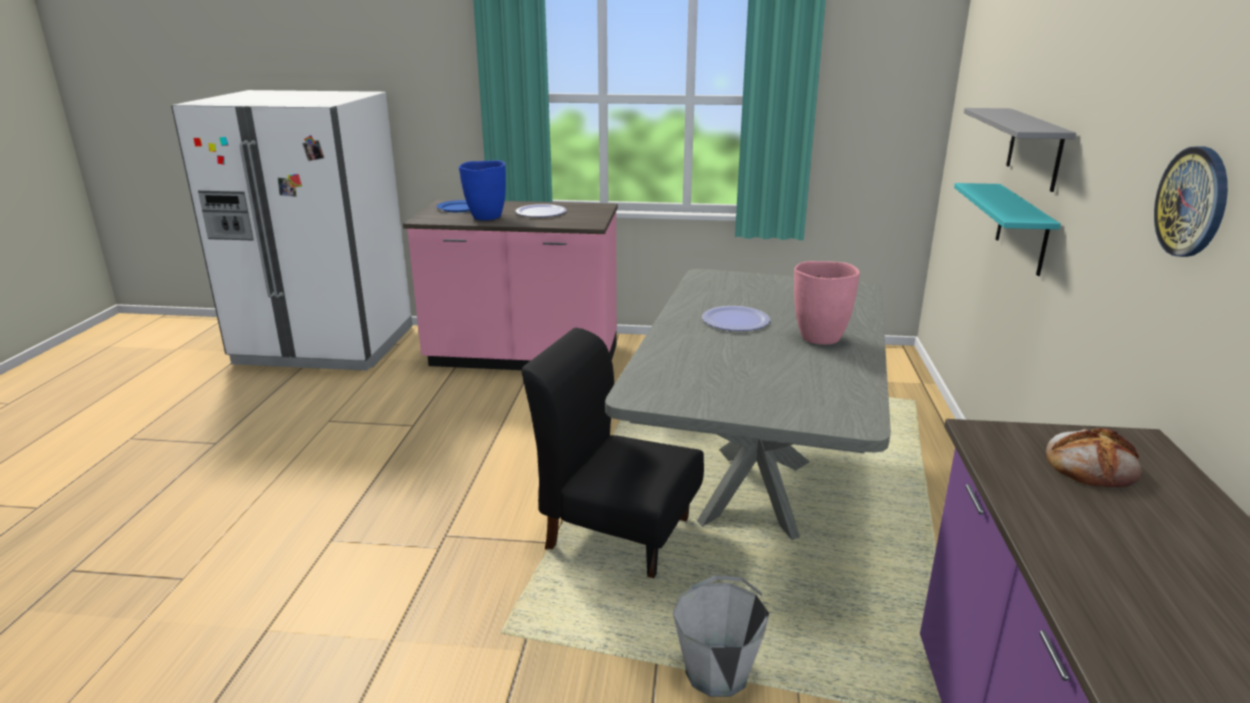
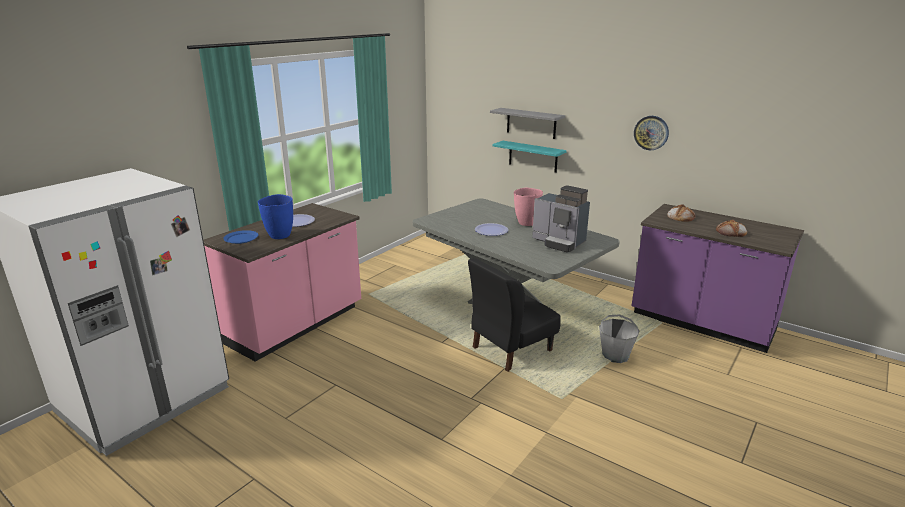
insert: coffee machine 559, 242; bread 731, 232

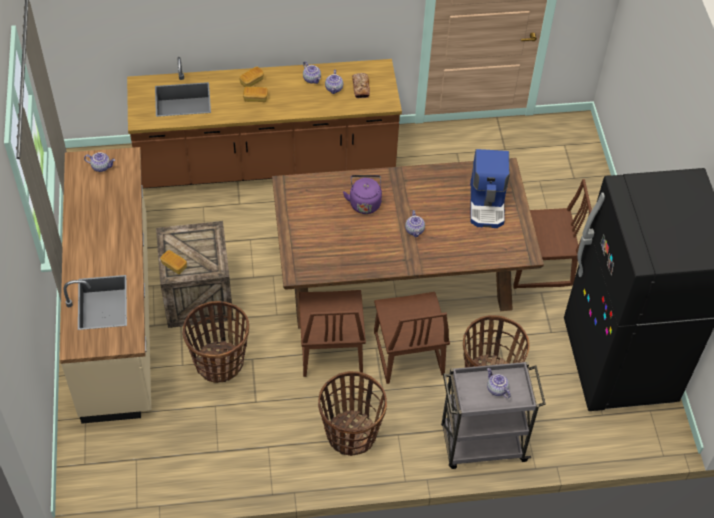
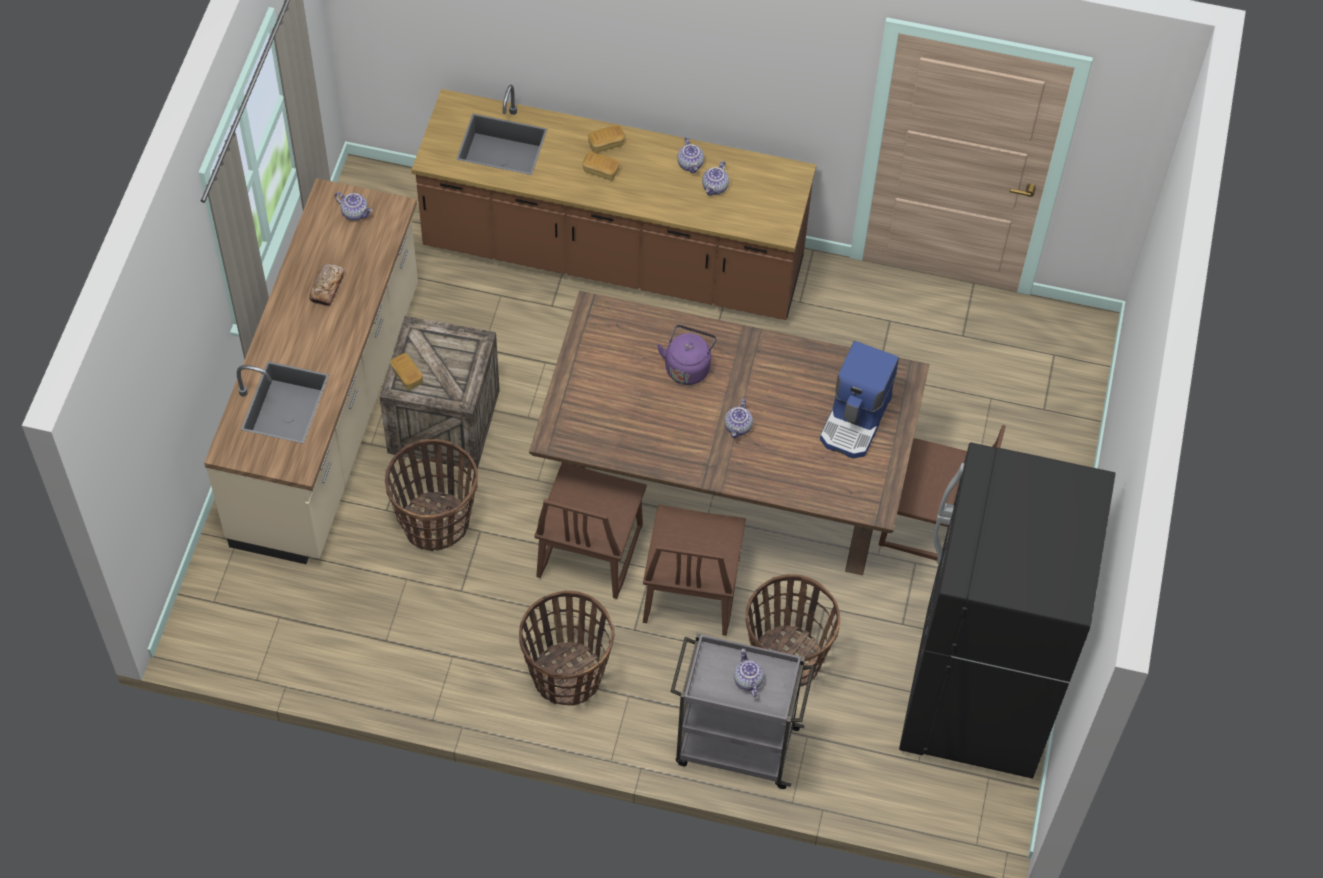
move: bread 360, 88 to 327, 287

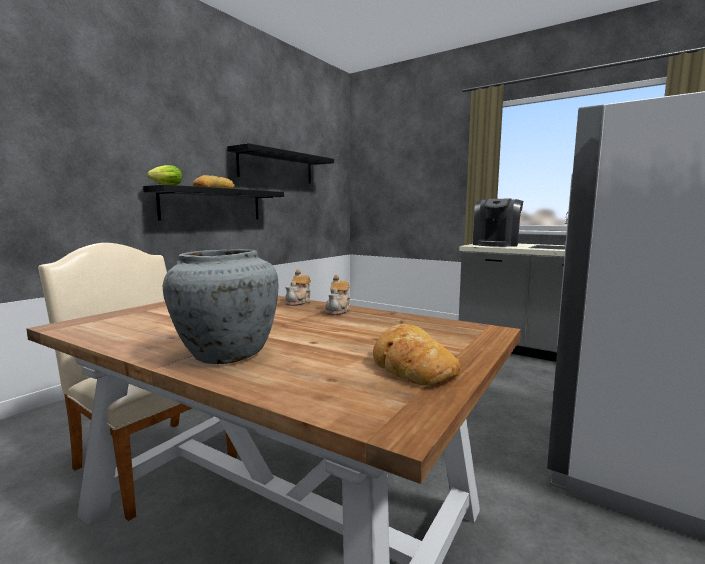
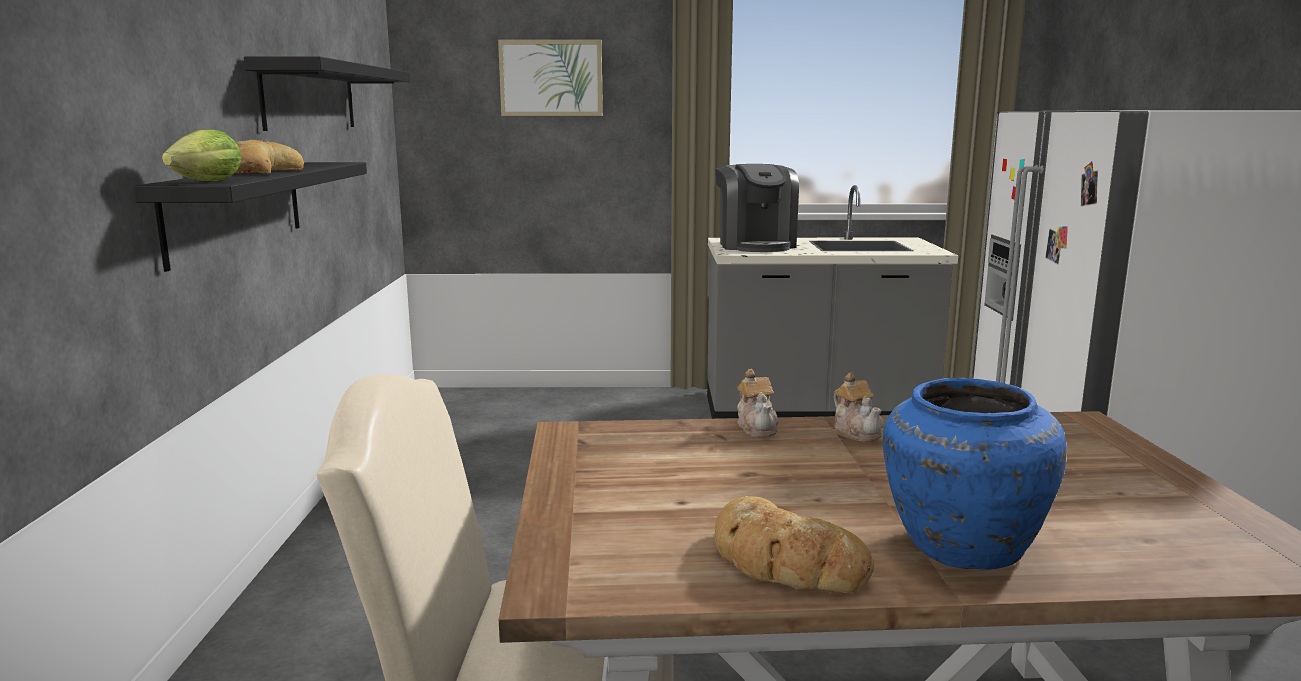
insert: picture 551, 78
move: bread 411, 364 to 784, 561
recolor: vase (grey) 226, 353 to vase (blue) 959, 547

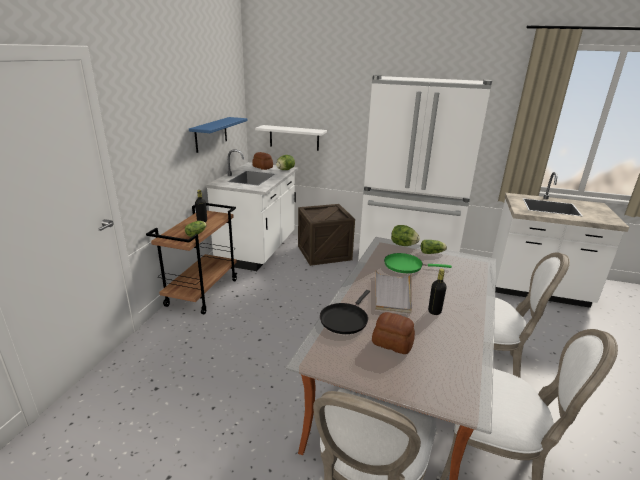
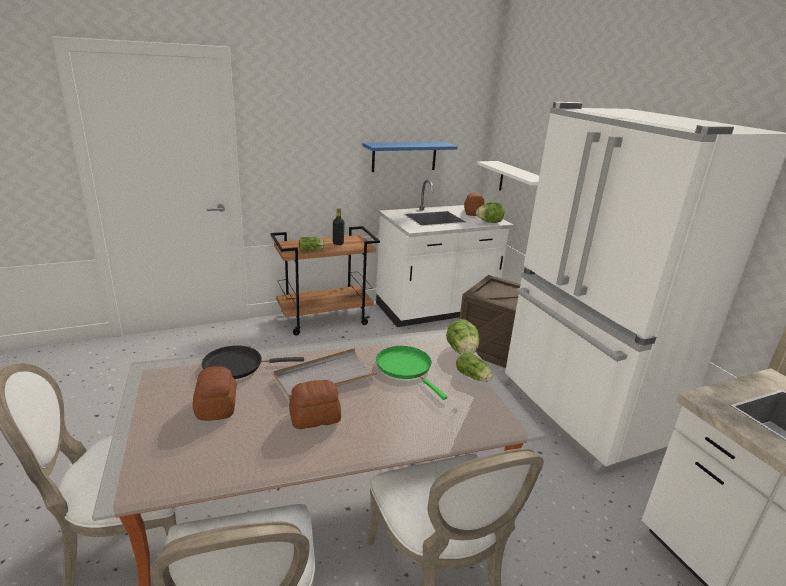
replace: bottle (black) 434, 311 to bread 314, 417

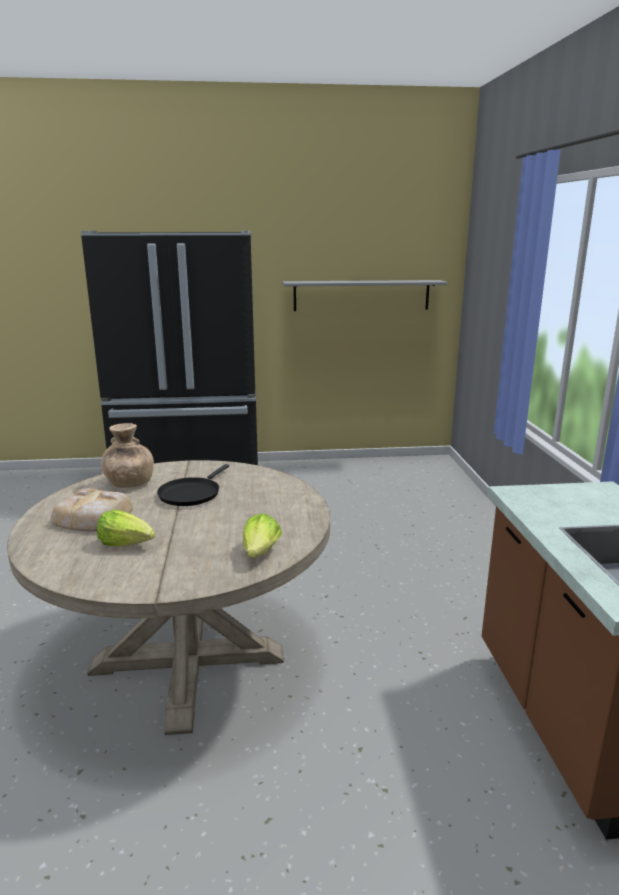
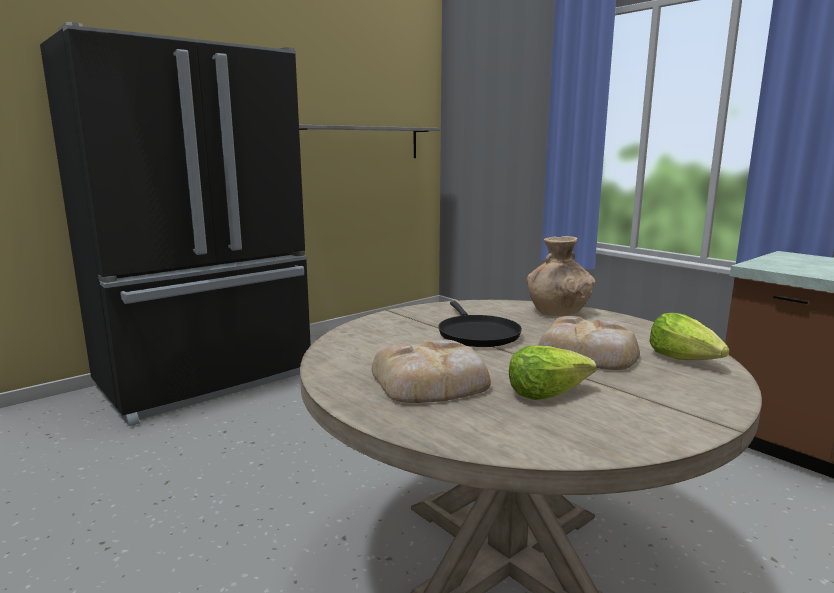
insert: bread 588, 353
move: vase (brown) 129, 483 to 557, 312

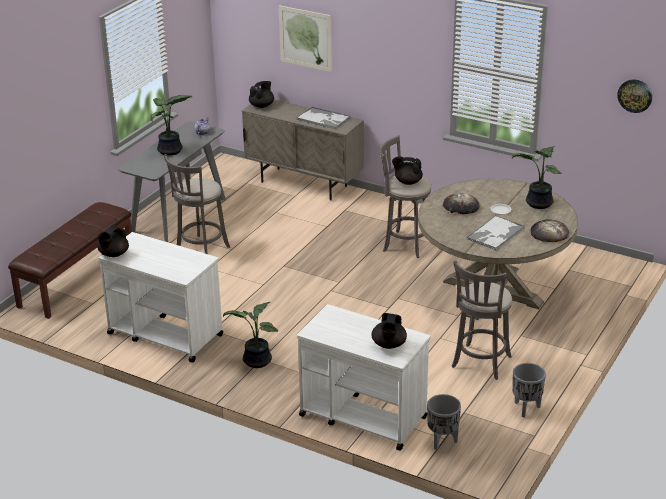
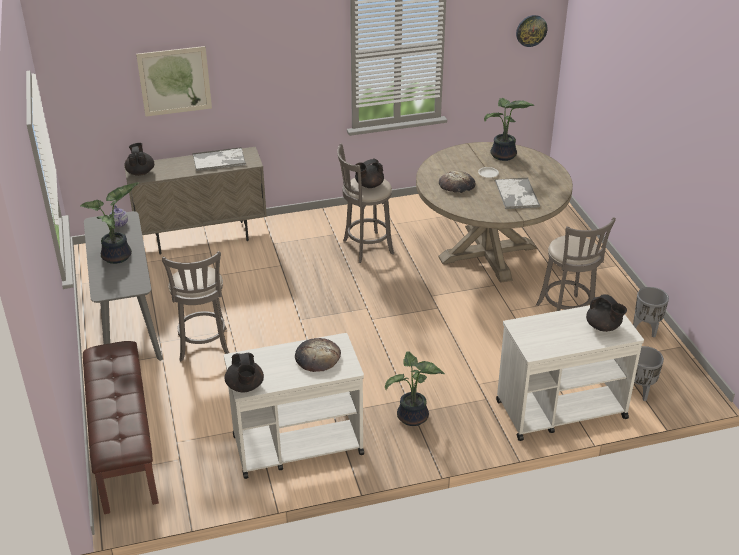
move: bread 549, 233 to 317, 357

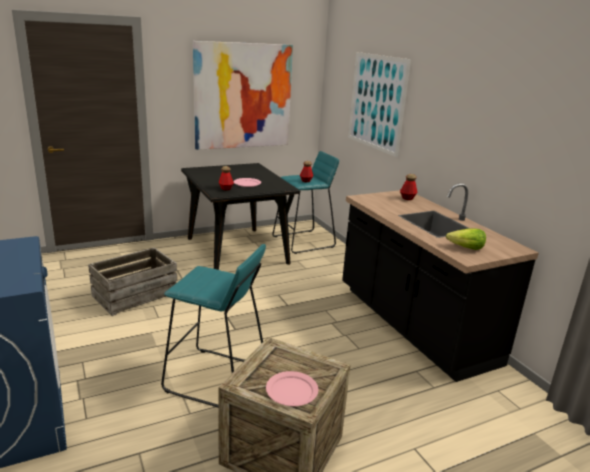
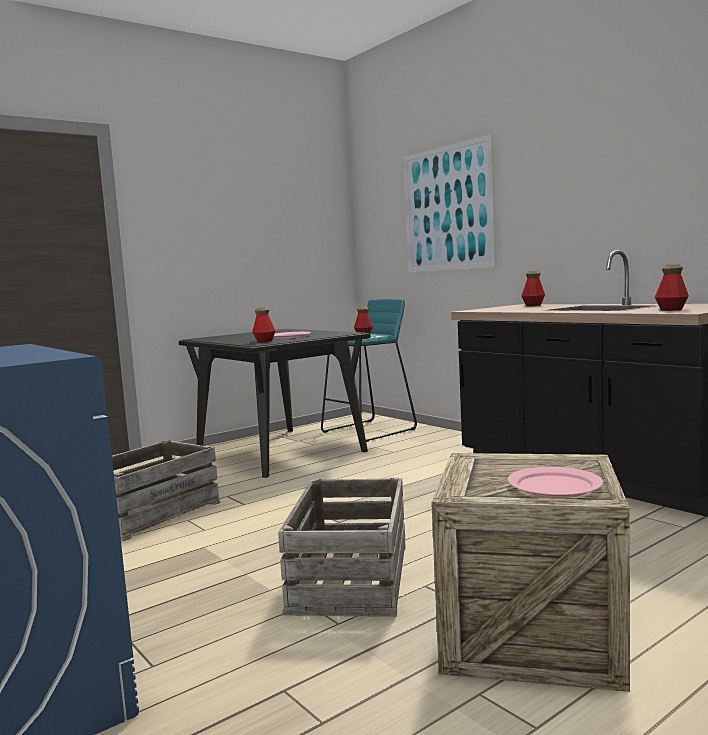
delete: picture 243, 96
replace: stool (turquoise) 216, 379 to crate 352, 577; lettuce 466, 248 to bottle 671, 309

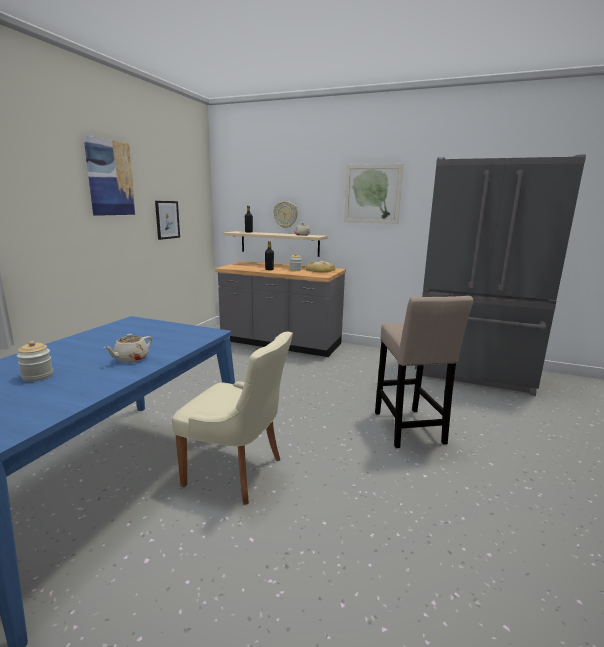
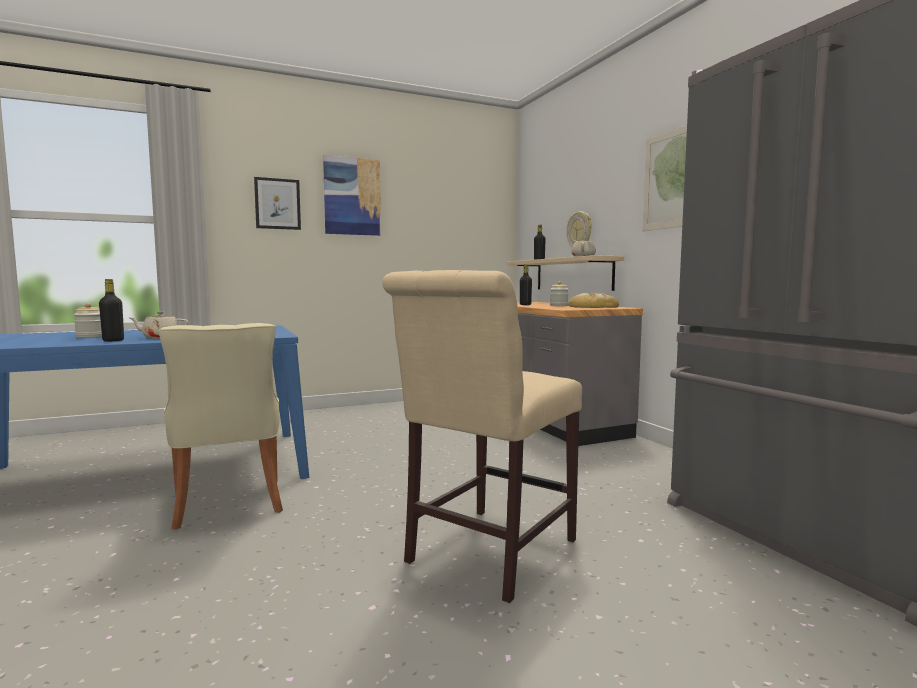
insert: bottle (black) 113, 340
move: picture 167, 219 to 277, 204
replace: stool (beige) 409, 430 to chair (beige) 485, 554

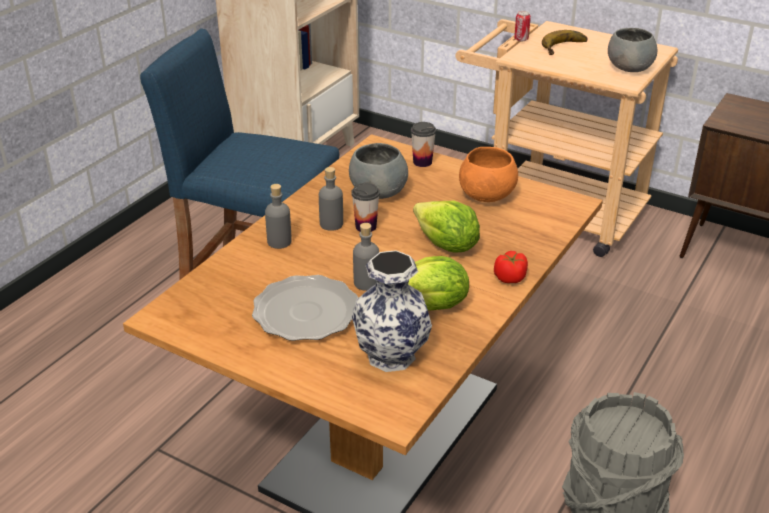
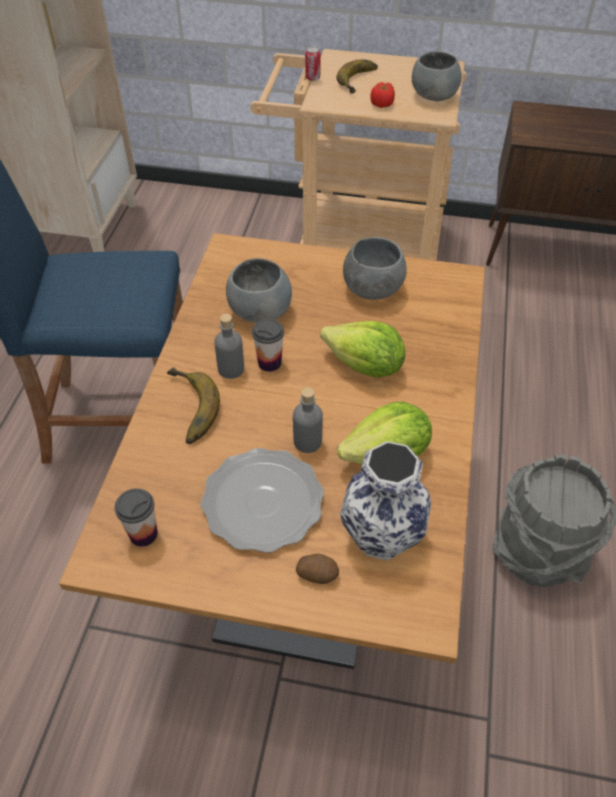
insert: potato 317, 573
move: cup 422, 162 to 143, 534; tomato 510, 278 to 382, 104
replace: bottle (grey) 279, 242 to banana 186, 409
recolor: bowl (orange) 486, 196 to bowl (grey) 372, 289

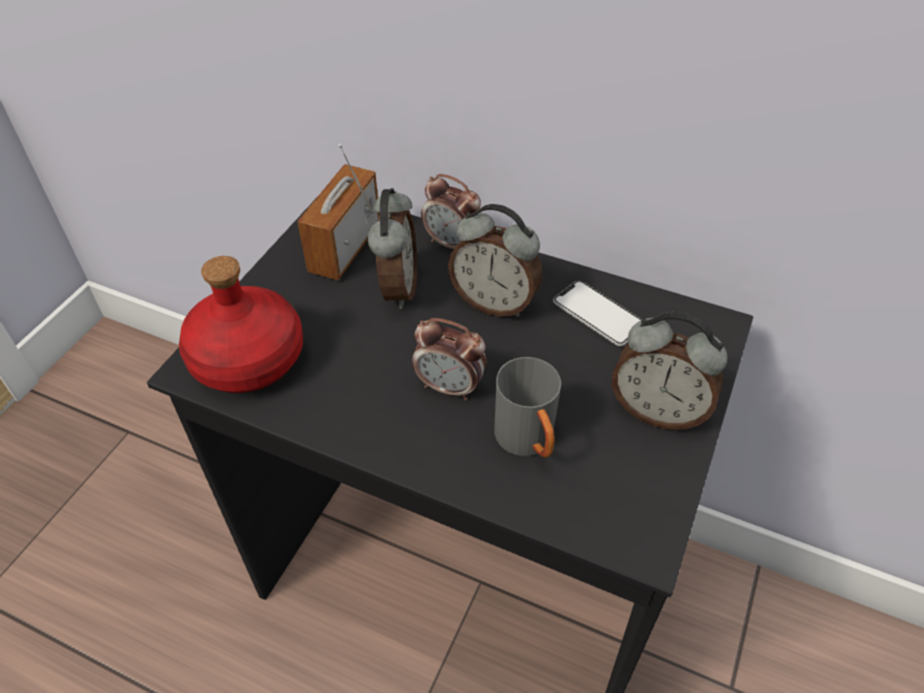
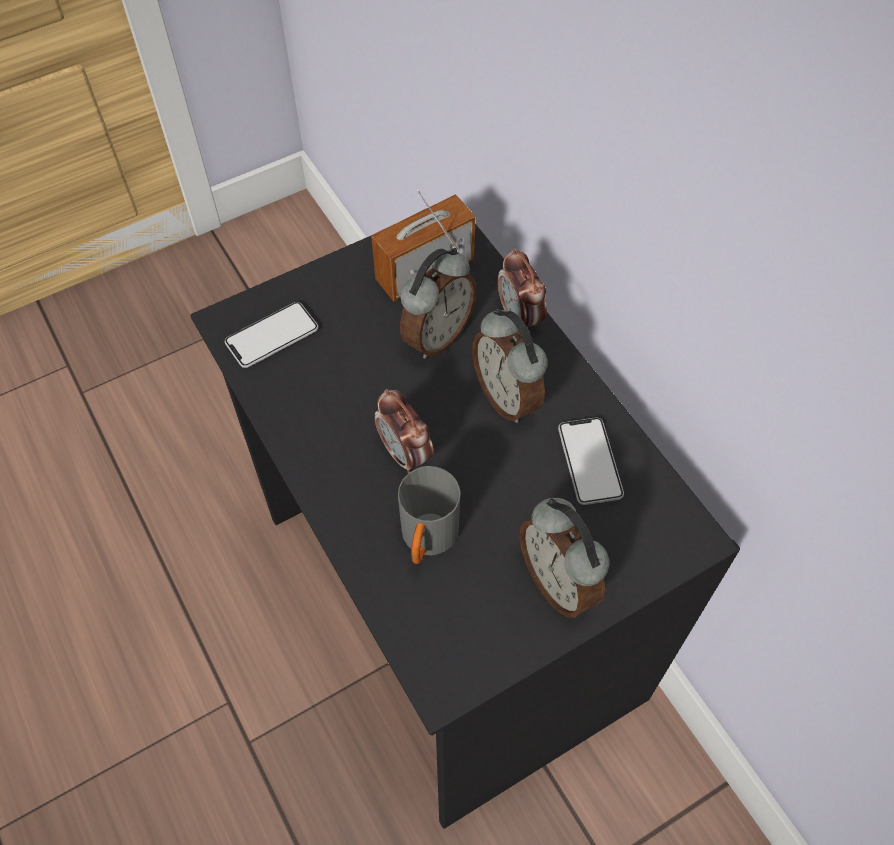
replace: bottle (red) 246, 359 to phone 272, 336

